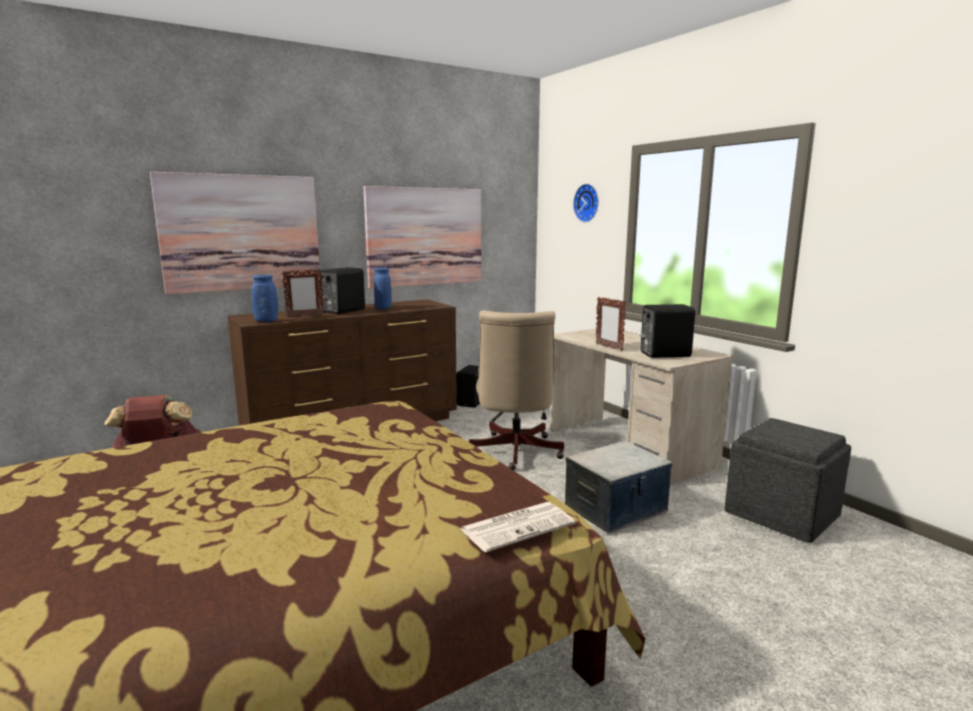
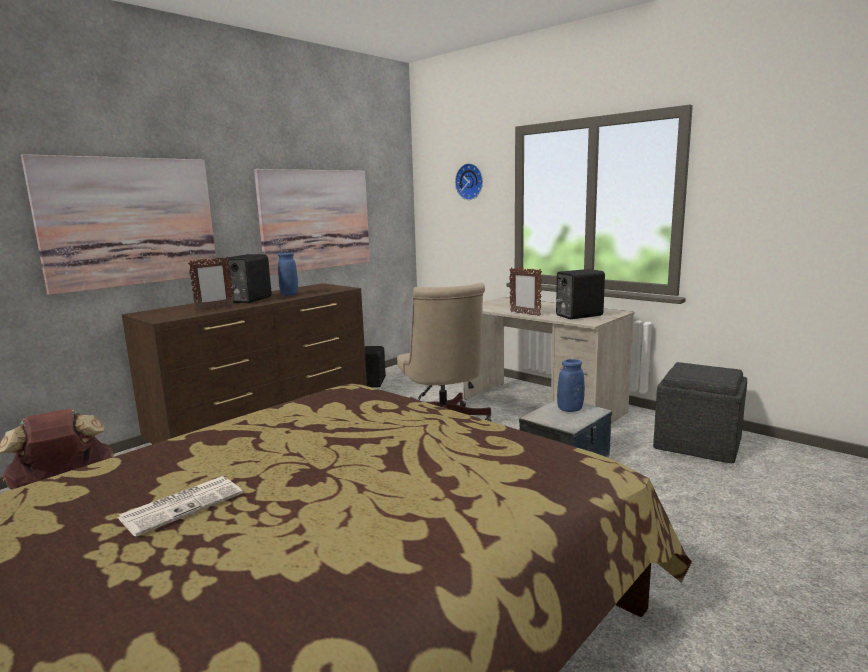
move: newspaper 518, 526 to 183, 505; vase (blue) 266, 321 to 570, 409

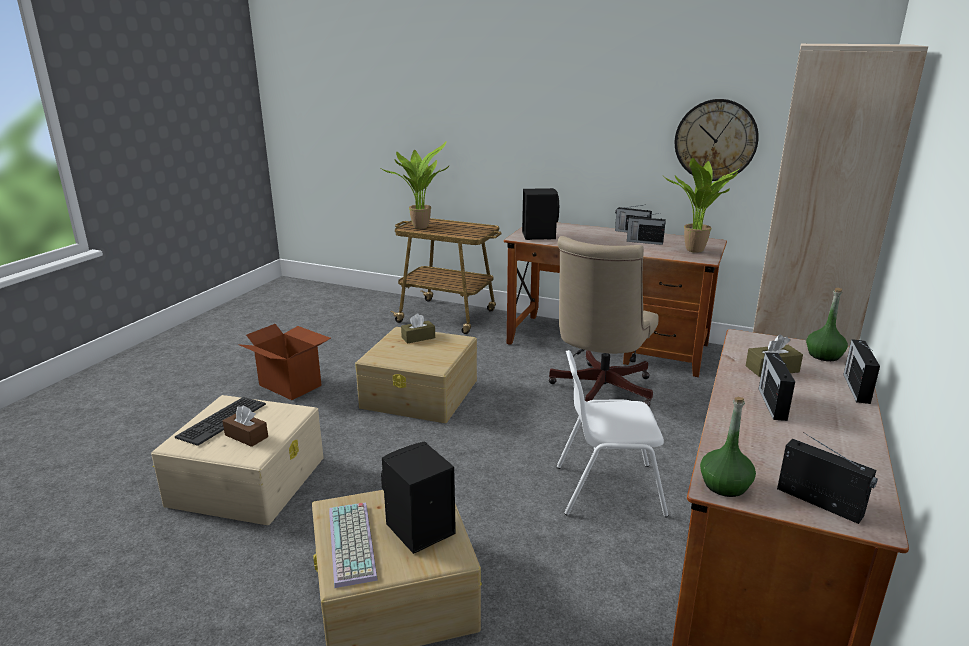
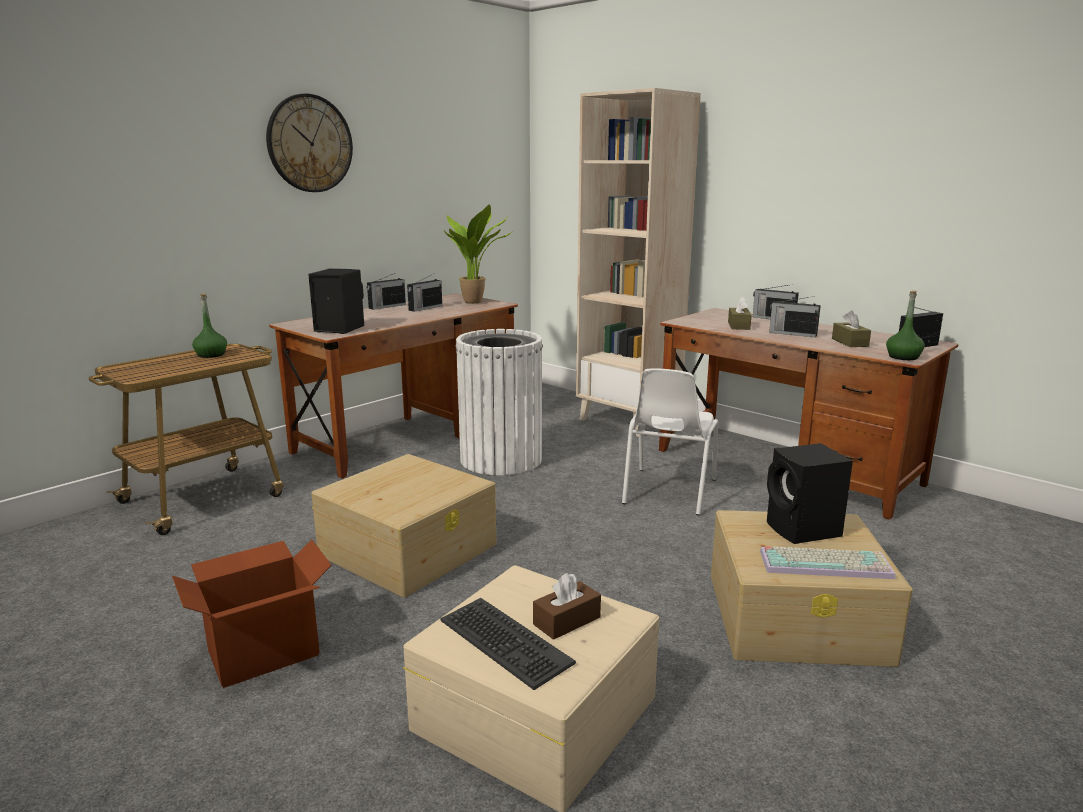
delete: potted plant 420, 226
move: bottle (green) 824, 355 to 211, 355; wall clock 715, 140 to 309, 143; tissue box (brown) 418, 338 to 849, 342
replace: office chair (beige) 599, 391 to trash can (white) 501, 459

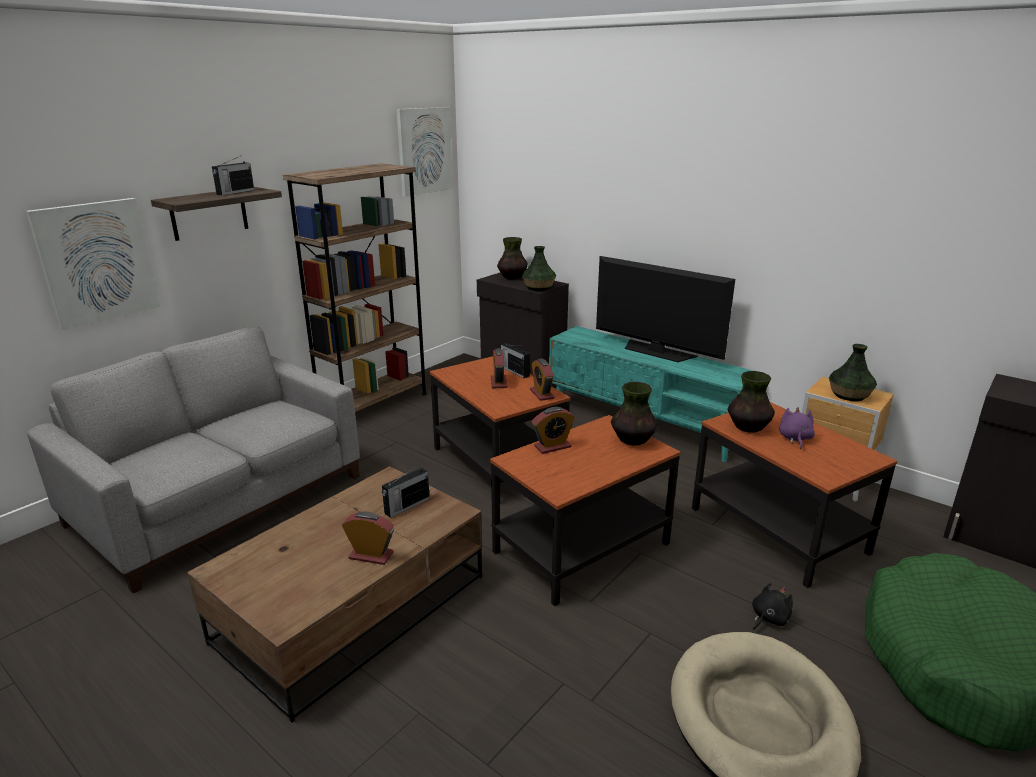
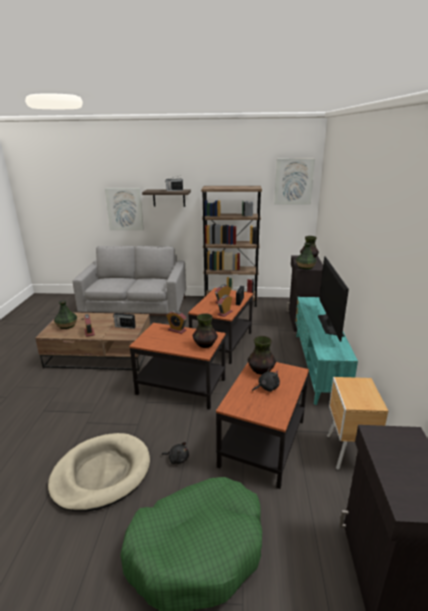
move: vase 849, 395 to 67, 325
recolor: plush toy (purple) 795, 438 to plush toy (black) 267, 388

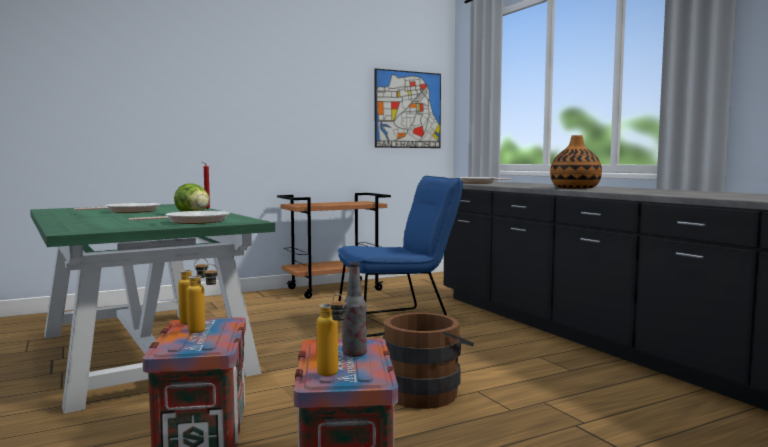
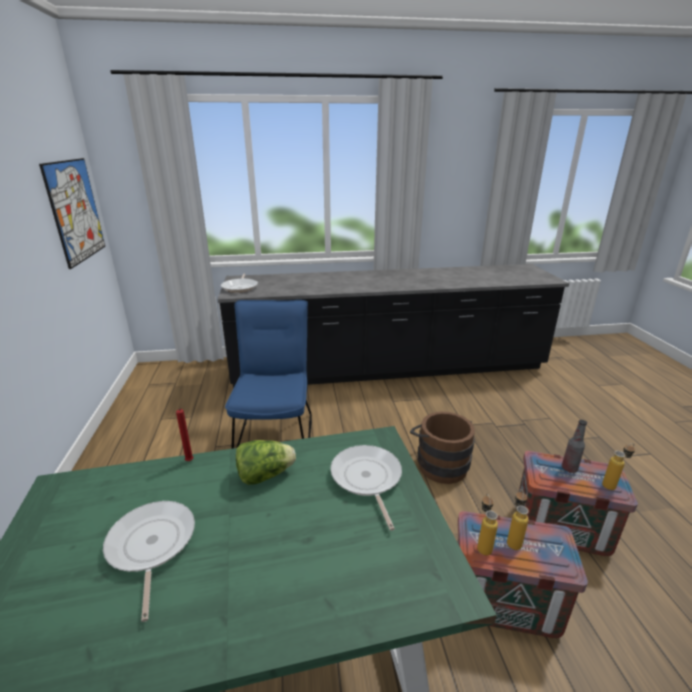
delete: cart (brown) 335, 289; vase 575, 188

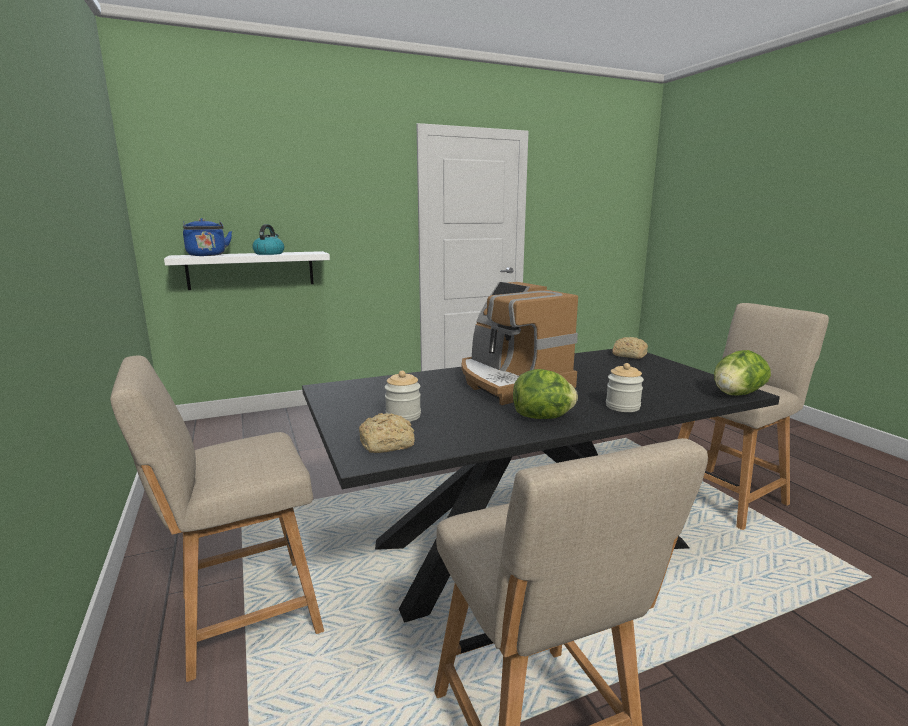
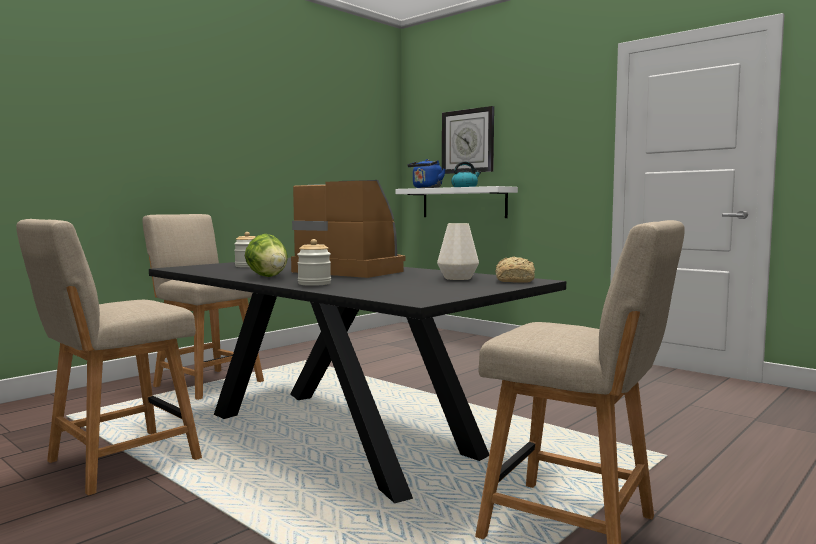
delete: bread 388, 444; lettuce 736, 394
insert: vase (white) 457, 278; wall clock 468, 141
rotate: coffee machine 510, 382 = 352, 270 90 degrees clockwise

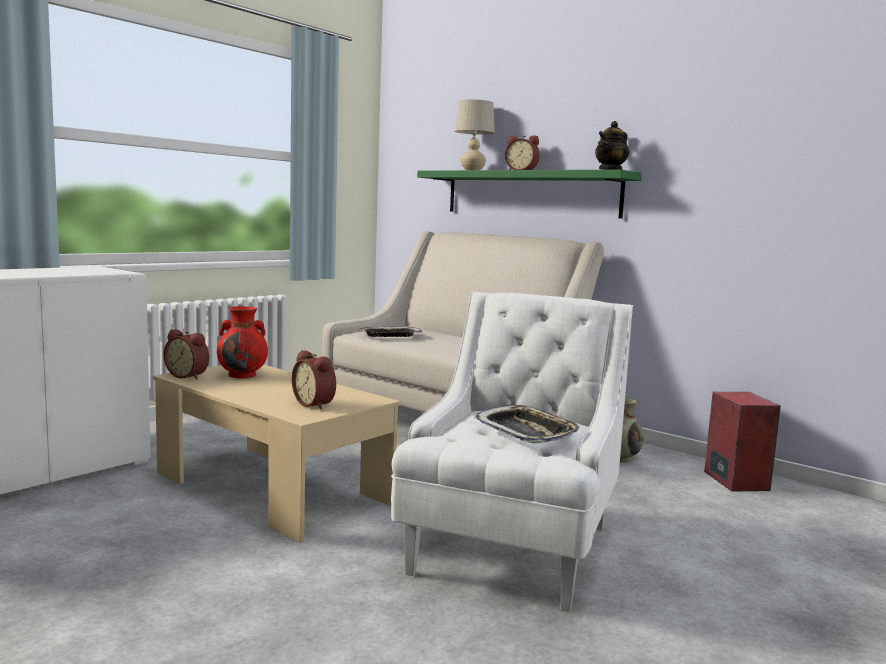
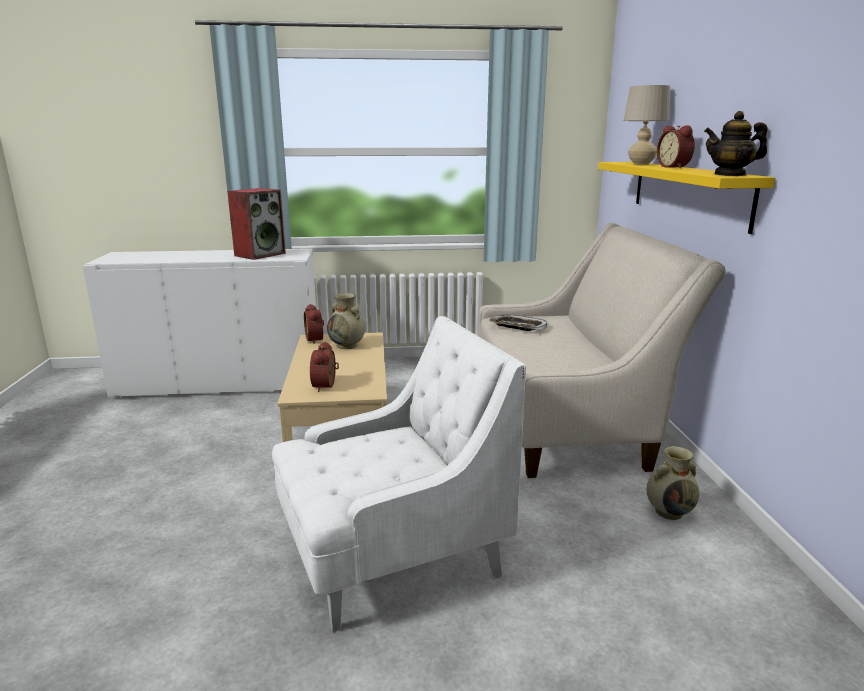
delete: tray 526, 432
move: speaker 734, 480 to 260, 254
recolor: vase (red) 243, 375 to vase (beige) 347, 345; shelf (green) 530, 193 to shelf (yellow) 687, 192

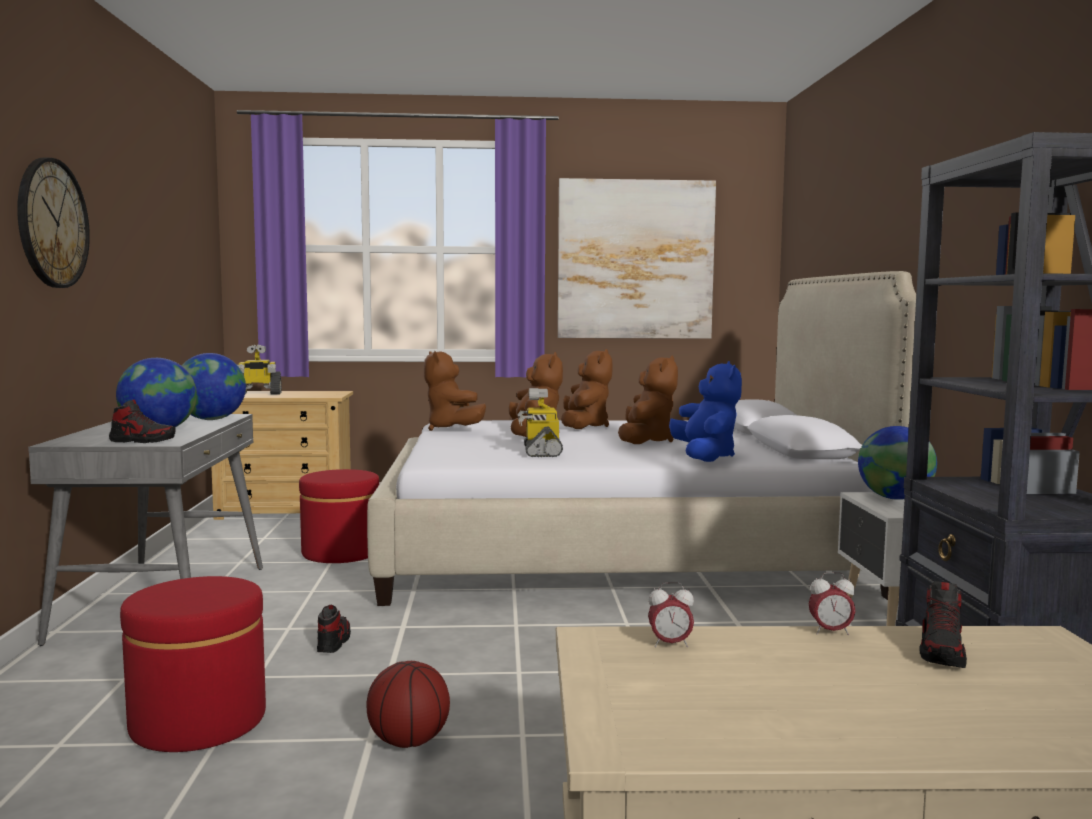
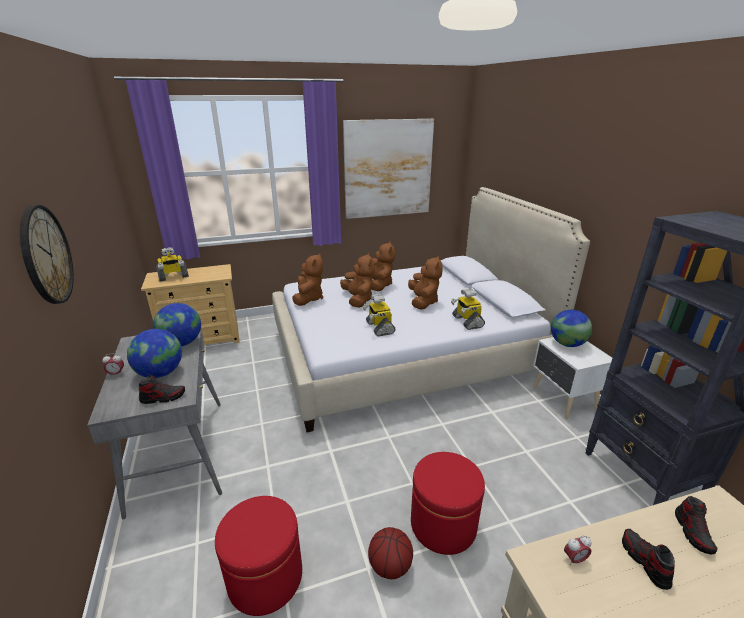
move: alarm clock 830, 632 to 116, 374; ottoman (red) 341, 553 to 443, 524; shoe 333, 642 to 644, 562
replace: plush toy (blue) 705, 457 to toy robot 466, 321
rotate: plush toy (brown) 452, 429 = 308, 298 135 degrees counterclockwise

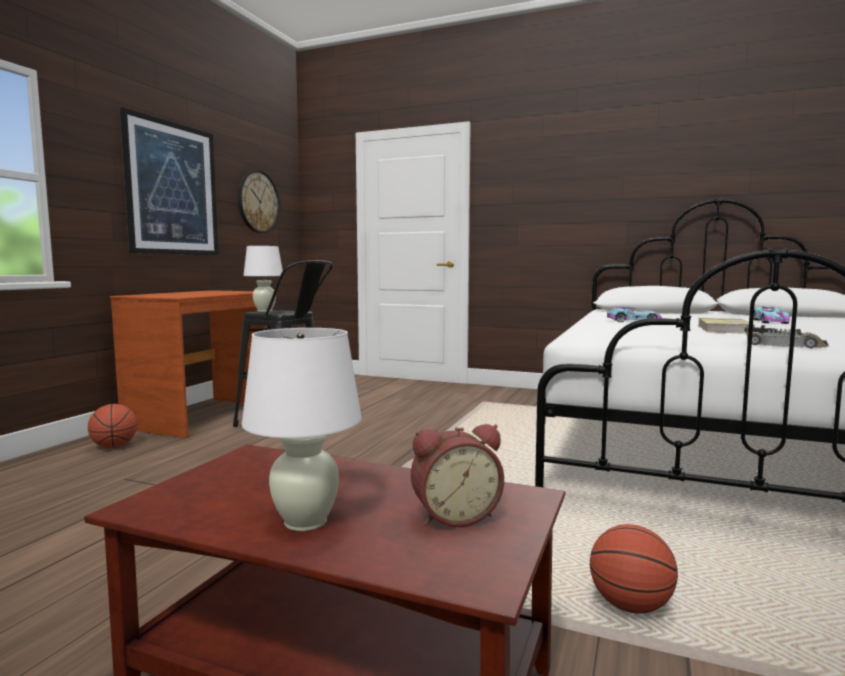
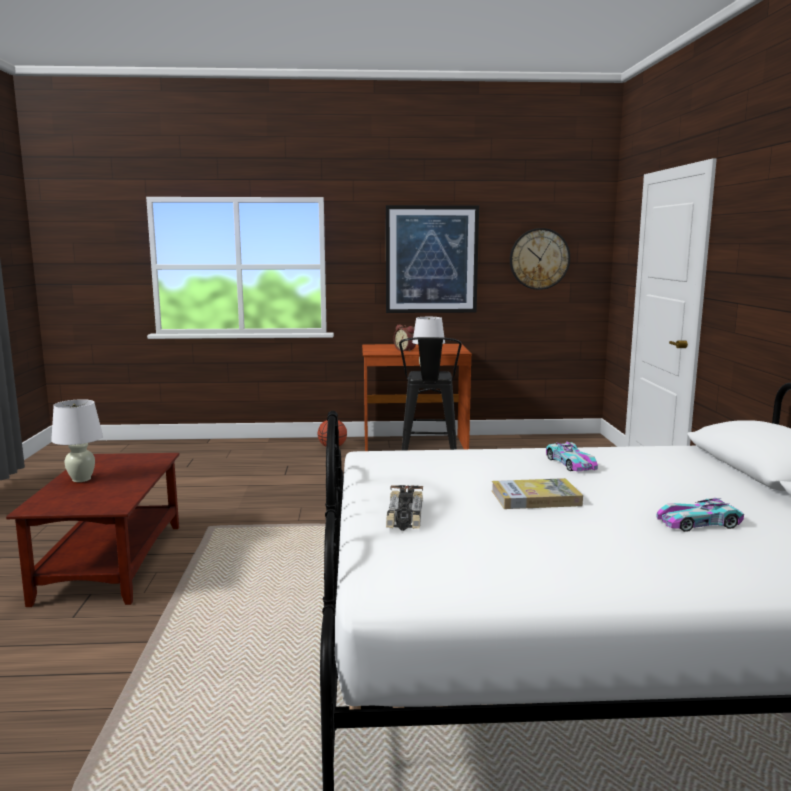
delete: basketball 630, 606
move: alarm clock 454, 516 to 406, 350

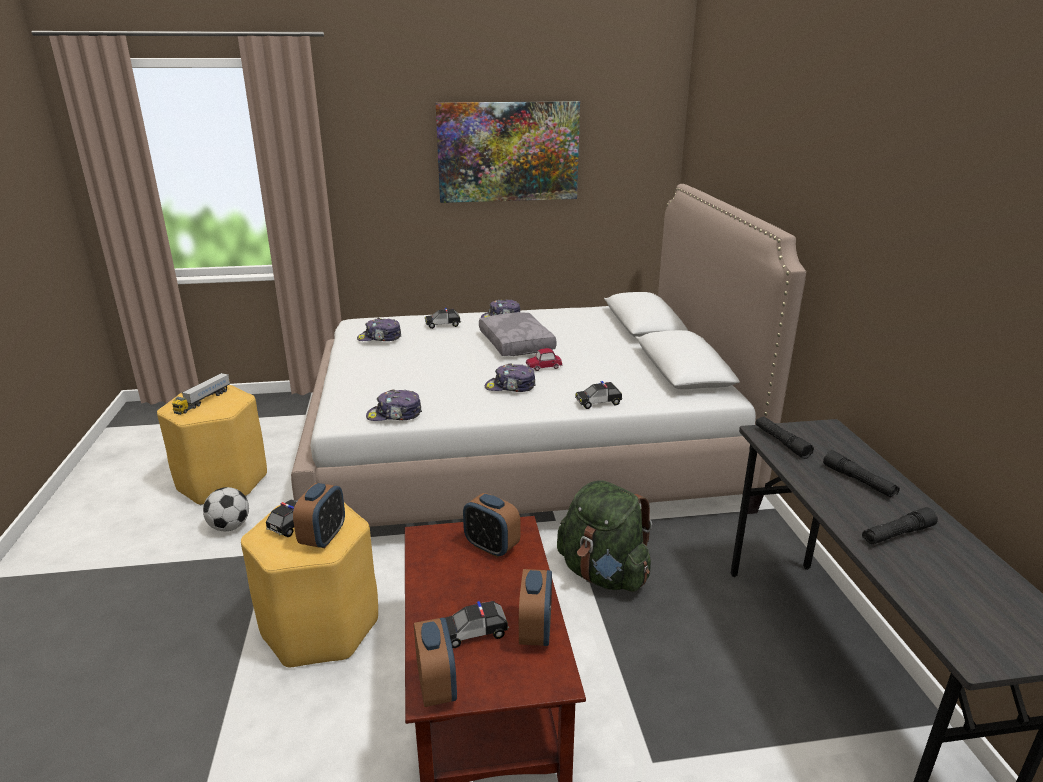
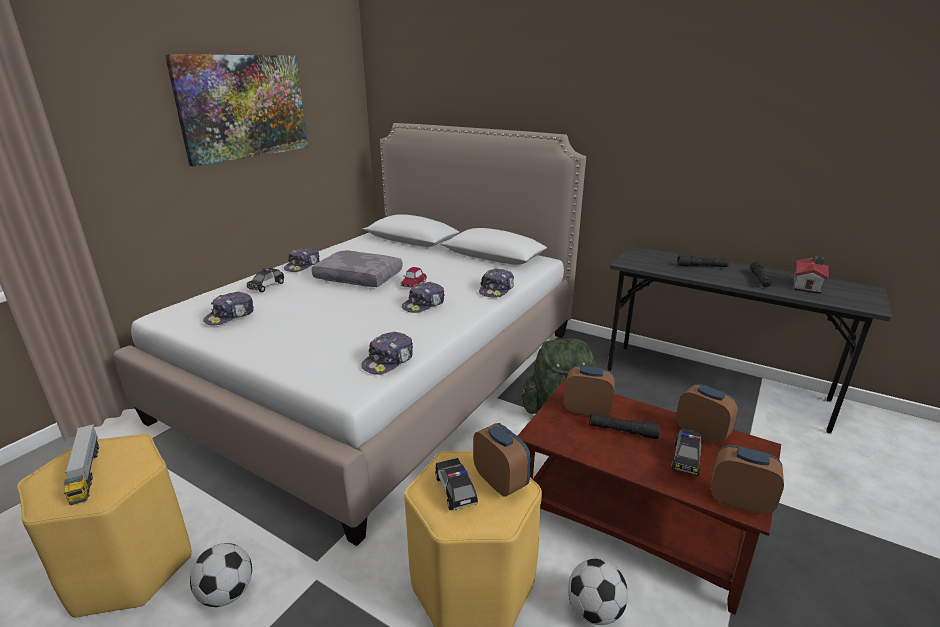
insert: football 594, 611; toy house 807, 286
move: flashlight (black) 781, 442 to 622, 431
replace: toy car 598, 403 to cap 496, 290
rotate: alarm clock 491, 547 = 587, 410 150 degrees counterclockwise

